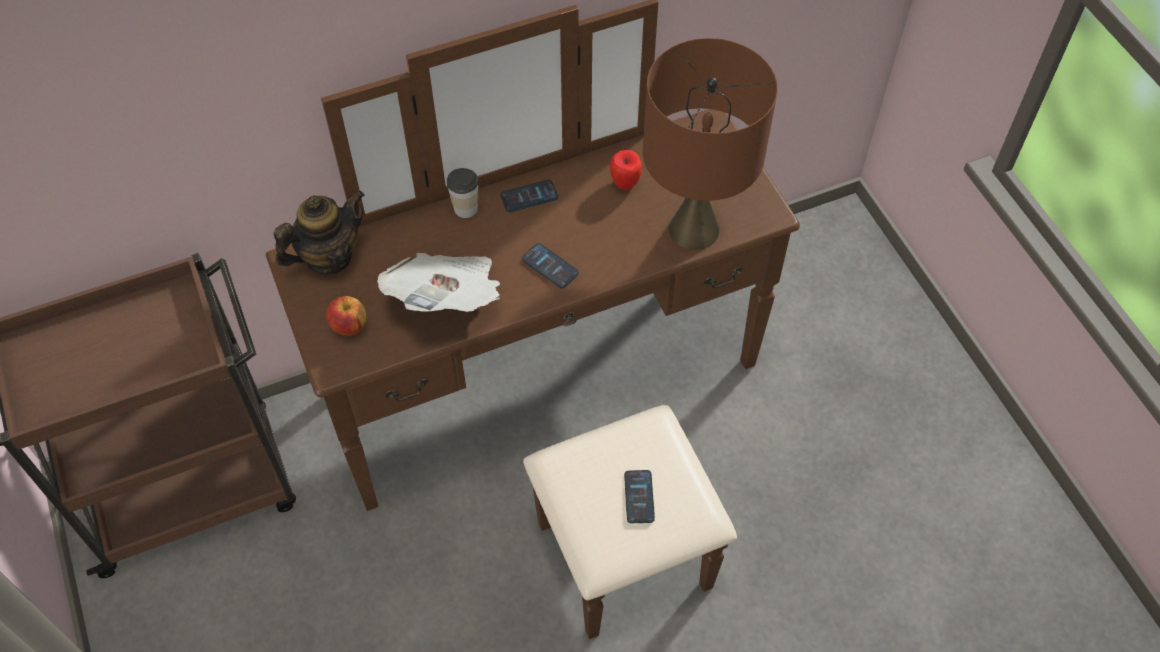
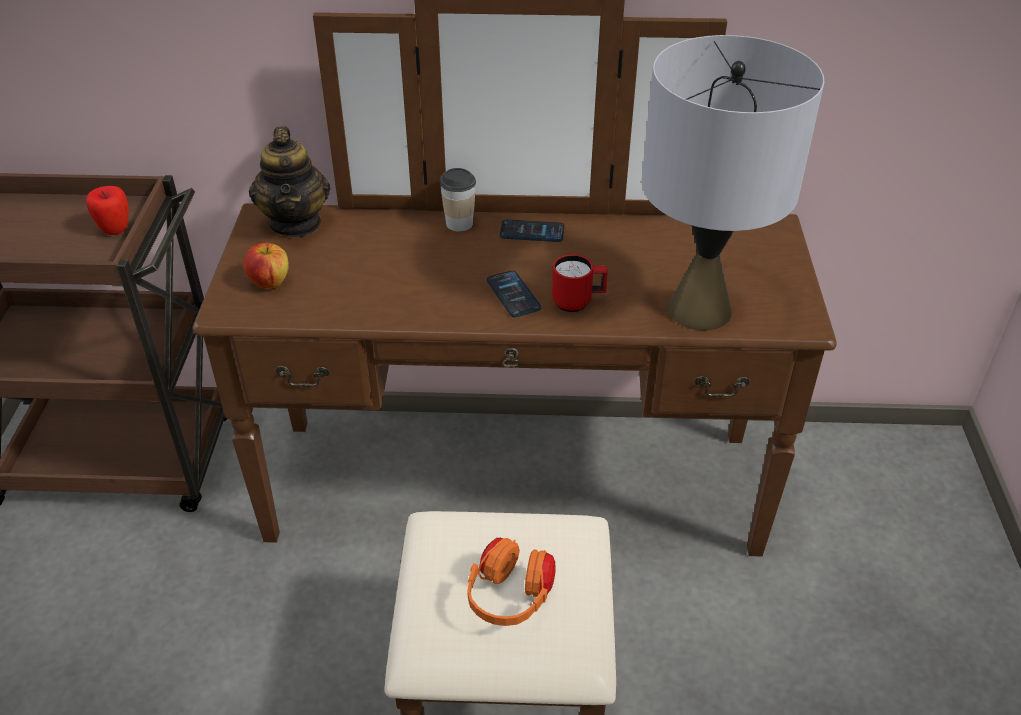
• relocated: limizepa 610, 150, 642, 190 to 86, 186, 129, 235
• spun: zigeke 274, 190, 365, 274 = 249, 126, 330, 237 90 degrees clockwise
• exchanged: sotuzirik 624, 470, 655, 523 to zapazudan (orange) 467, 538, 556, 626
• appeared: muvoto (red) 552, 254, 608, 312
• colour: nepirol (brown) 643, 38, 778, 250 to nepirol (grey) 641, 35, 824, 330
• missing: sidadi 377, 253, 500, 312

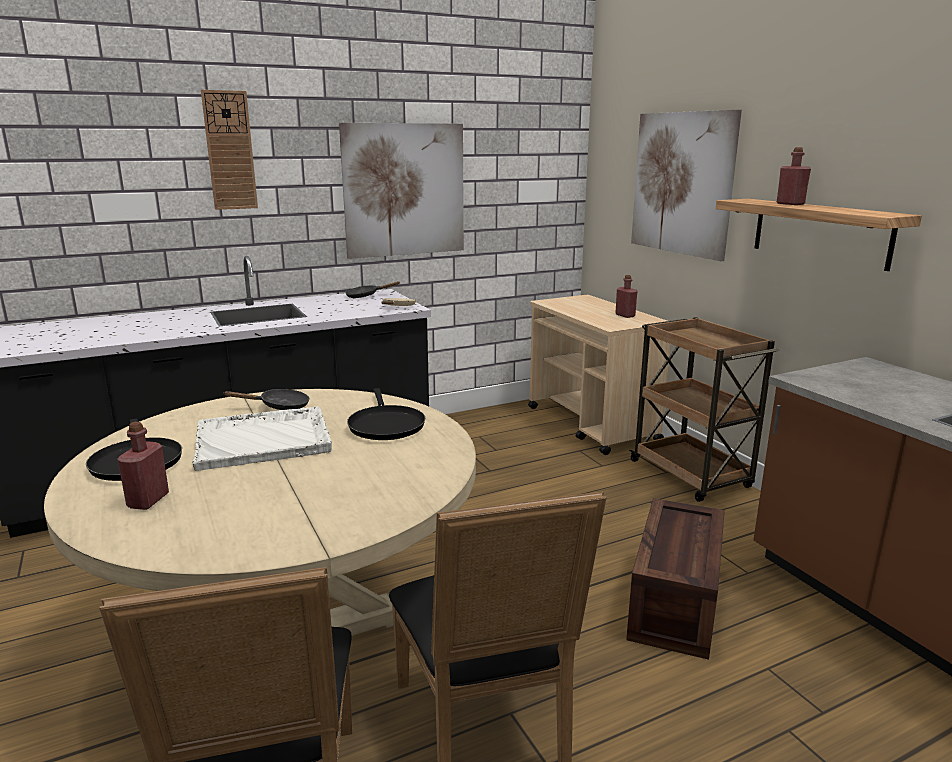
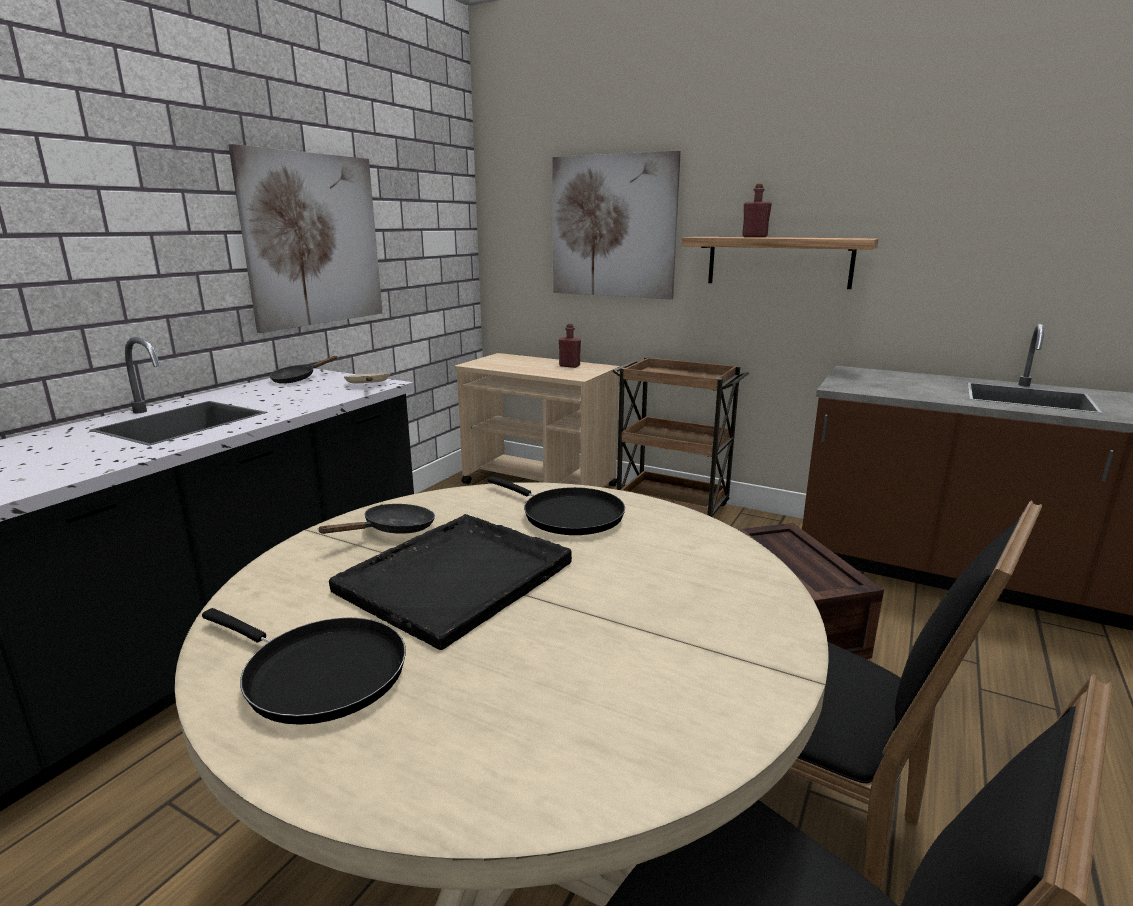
• colour: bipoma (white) 193, 406, 332, 471 to bipoma (black) 329, 514, 572, 650
• missing: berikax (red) 117, 422, 169, 510
• missing: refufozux 201, 90, 258, 210

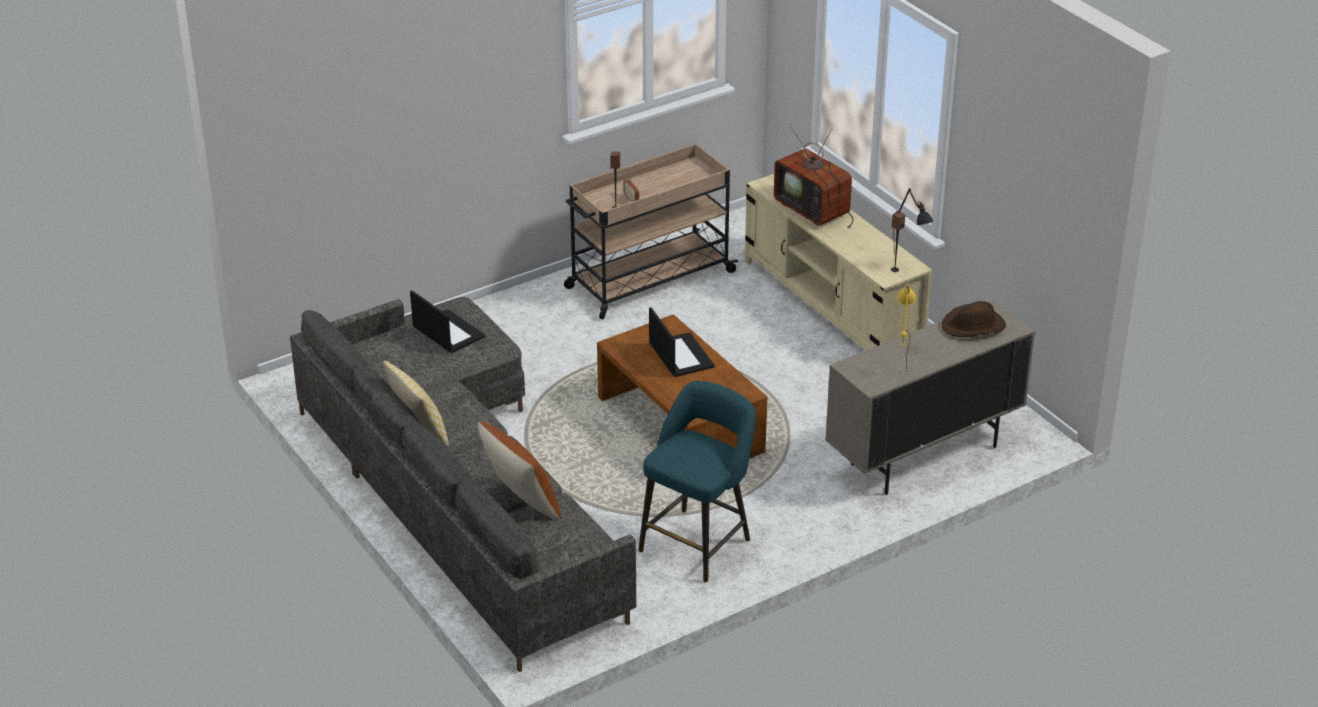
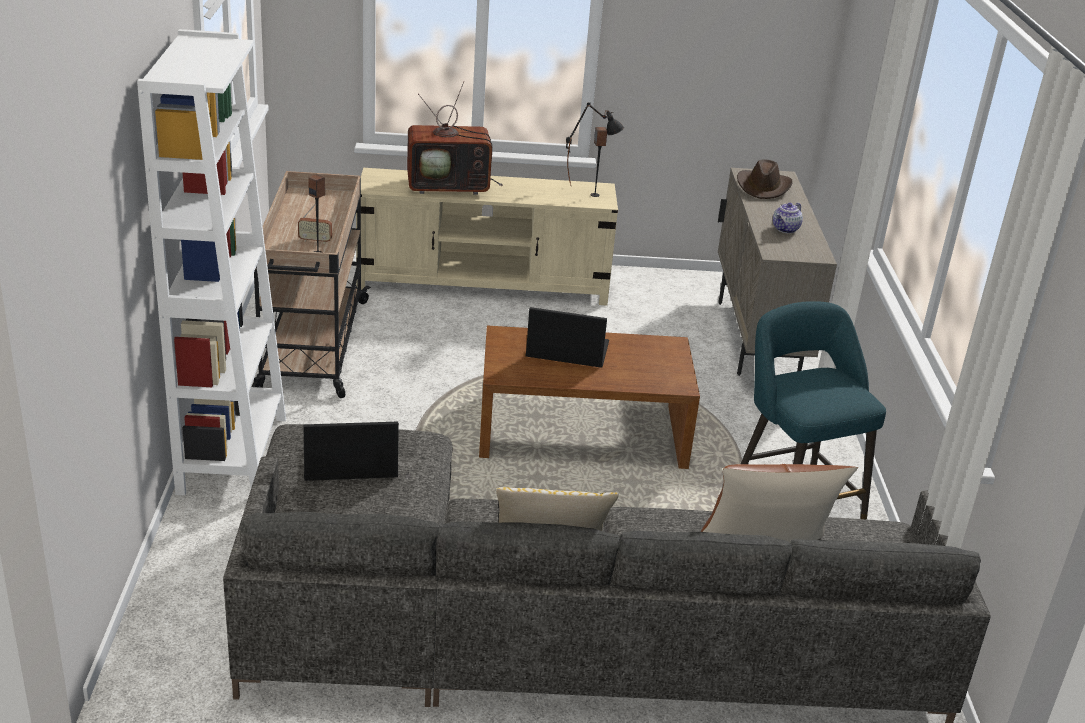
• appeared: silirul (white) 137, 29, 286, 495
• exchanged: nepirol (yellow) 897, 283, 916, 369 to zigeke 773, 203, 803, 233

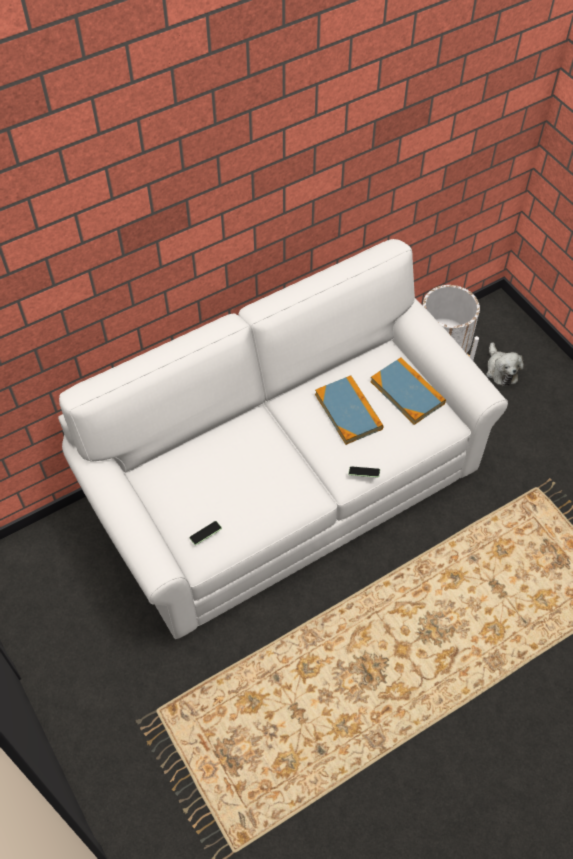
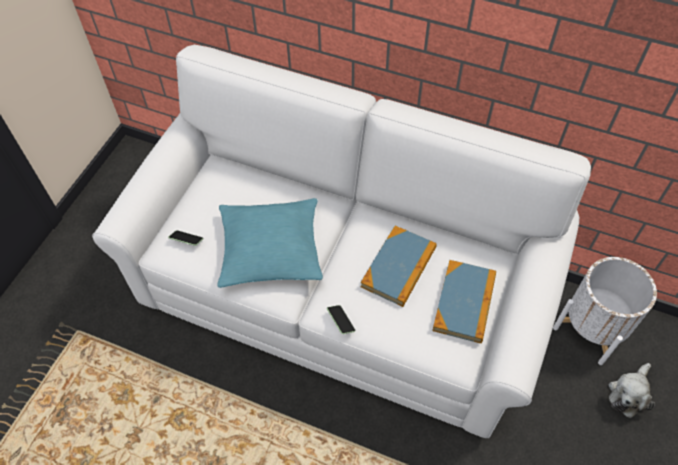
• appeared: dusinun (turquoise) 217, 198, 323, 288

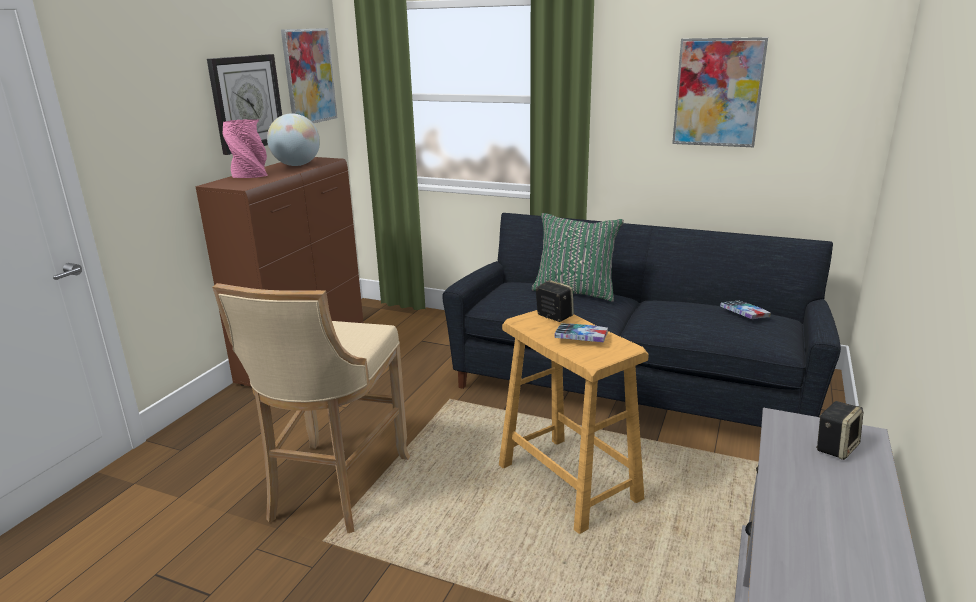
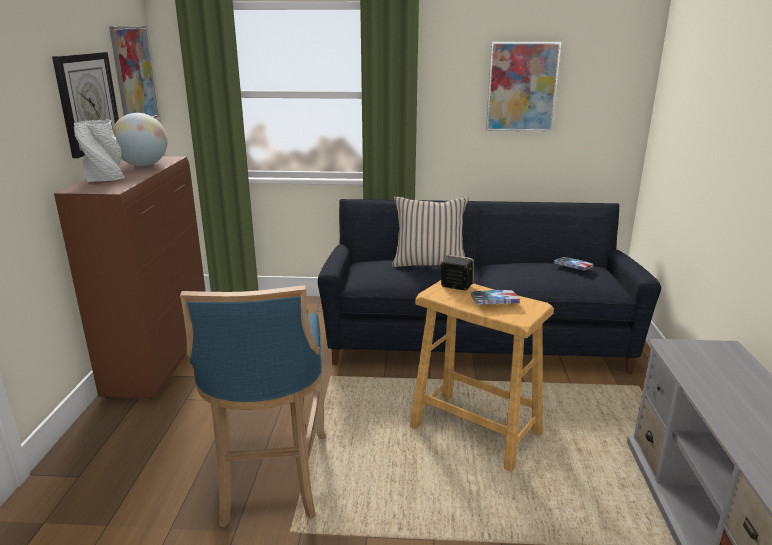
• colour: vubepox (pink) 222, 119, 268, 178 to vubepox (white) 74, 120, 125, 182
• colour: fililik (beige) 212, 283, 410, 533 to fililik (blue) 180, 285, 326, 528
• colour: dusinun (green) 532, 213, 624, 302 to dusinun (beige) 392, 197, 469, 267
• missing: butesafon 816, 401, 863, 460

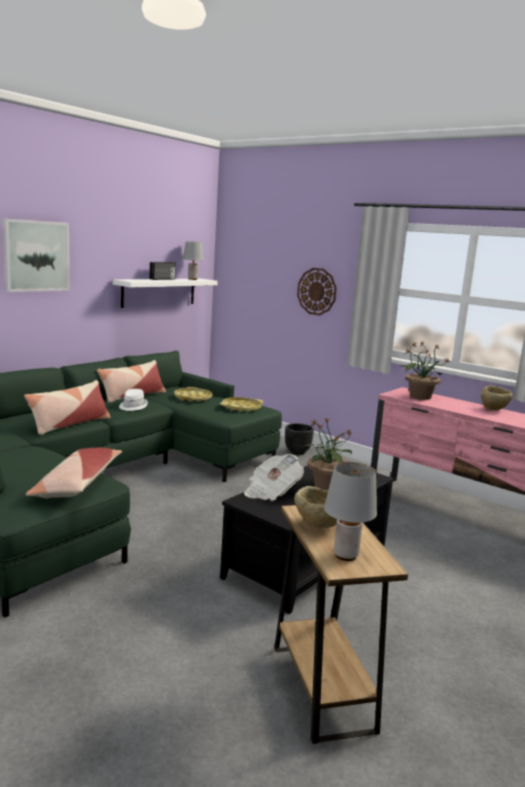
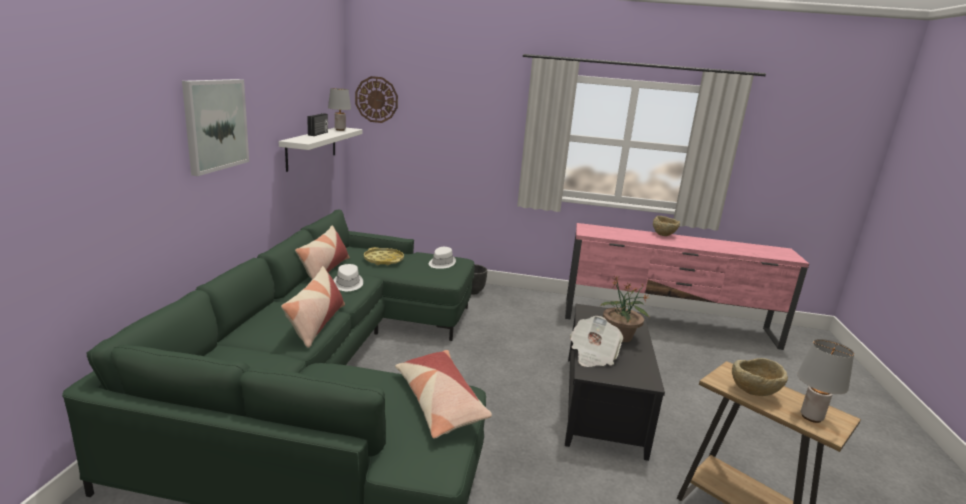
• relocated: refufozux 297, 268, 337, 316 to 355, 76, 398, 123
• exchanged: bipoma (yellow) 220, 397, 263, 412 to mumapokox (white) 429, 247, 456, 269
• missing: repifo 400, 341, 449, 400

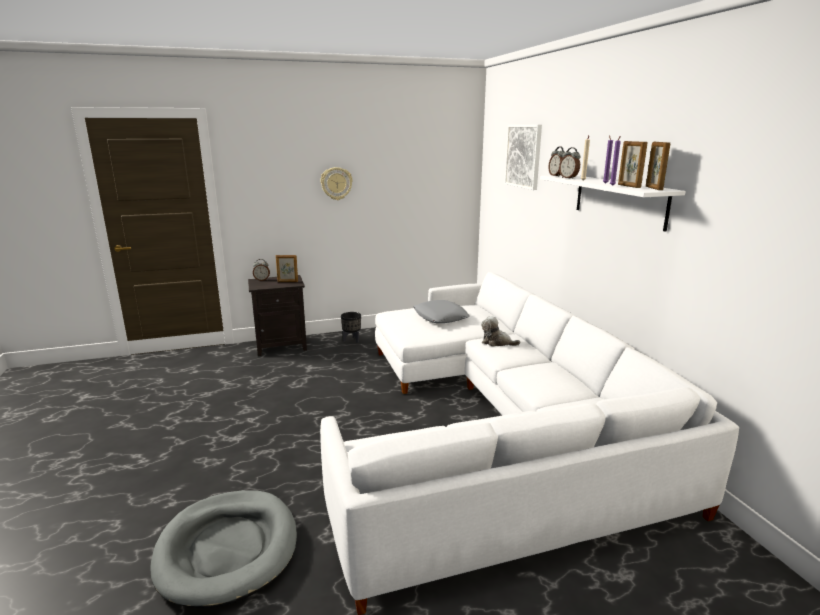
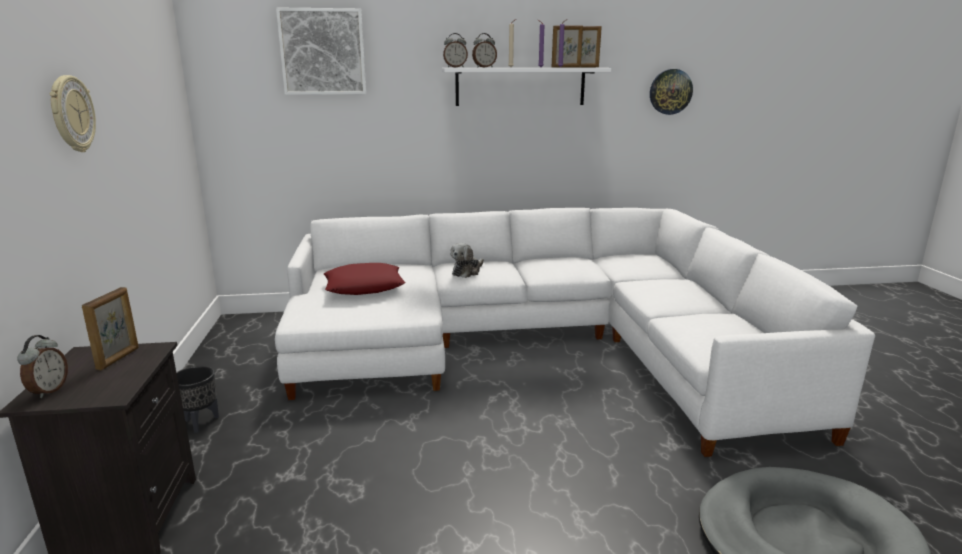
• colour: dusinun (grey) 414, 300, 470, 323 to dusinun (red) 324, 263, 405, 295
• appeared: refufozux 650, 69, 693, 115

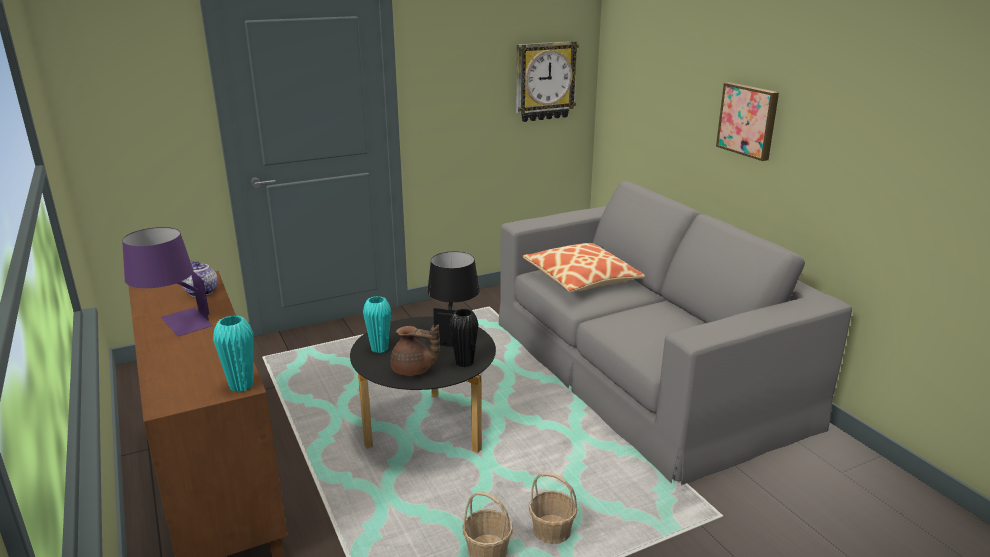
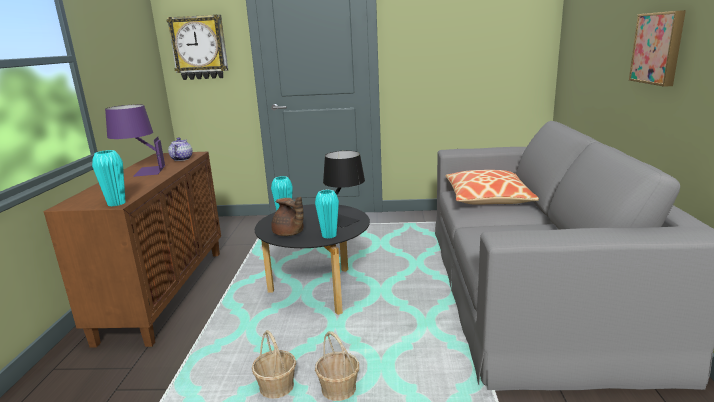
• relocated: refufozux 516, 41, 579, 122 to 166, 15, 228, 80
• colour: vubepox (black) 449, 309, 479, 367 to vubepox (turquoise) 315, 190, 339, 239

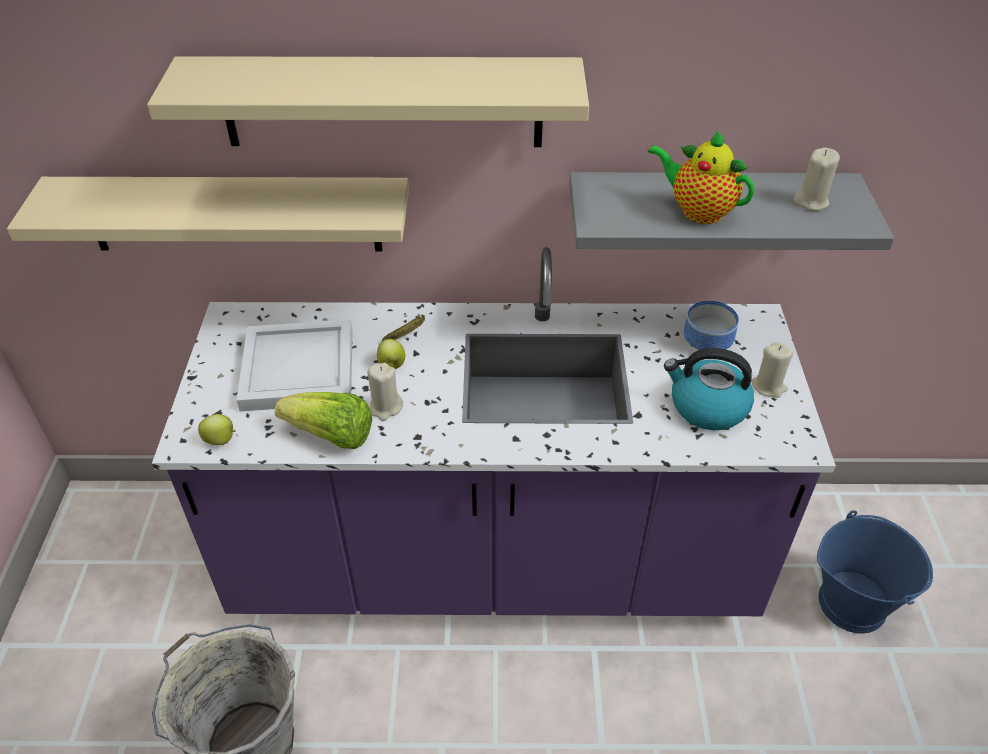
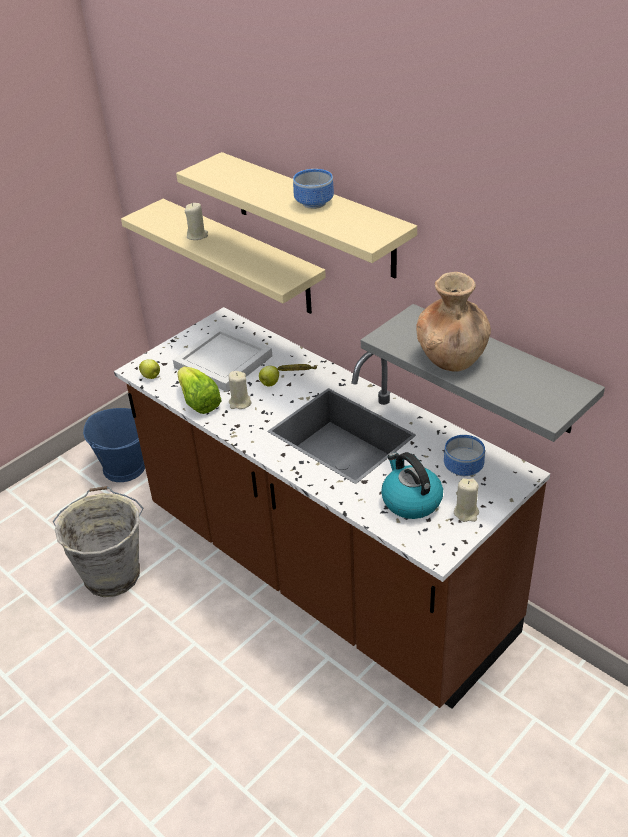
• relocated: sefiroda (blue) 817, 510, 933, 633 to 83, 408, 145, 482
• colour: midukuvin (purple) 152, 247, 836, 616 to midukuvin (brown) 114, 307, 550, 709
• relocated: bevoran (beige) 794, 148, 840, 211 to 185, 203, 208, 240
• appeared: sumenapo 293, 169, 334, 209
• exchanged: zigeke 648, 130, 754, 224 to vubepox (brown) 416, 272, 491, 372

